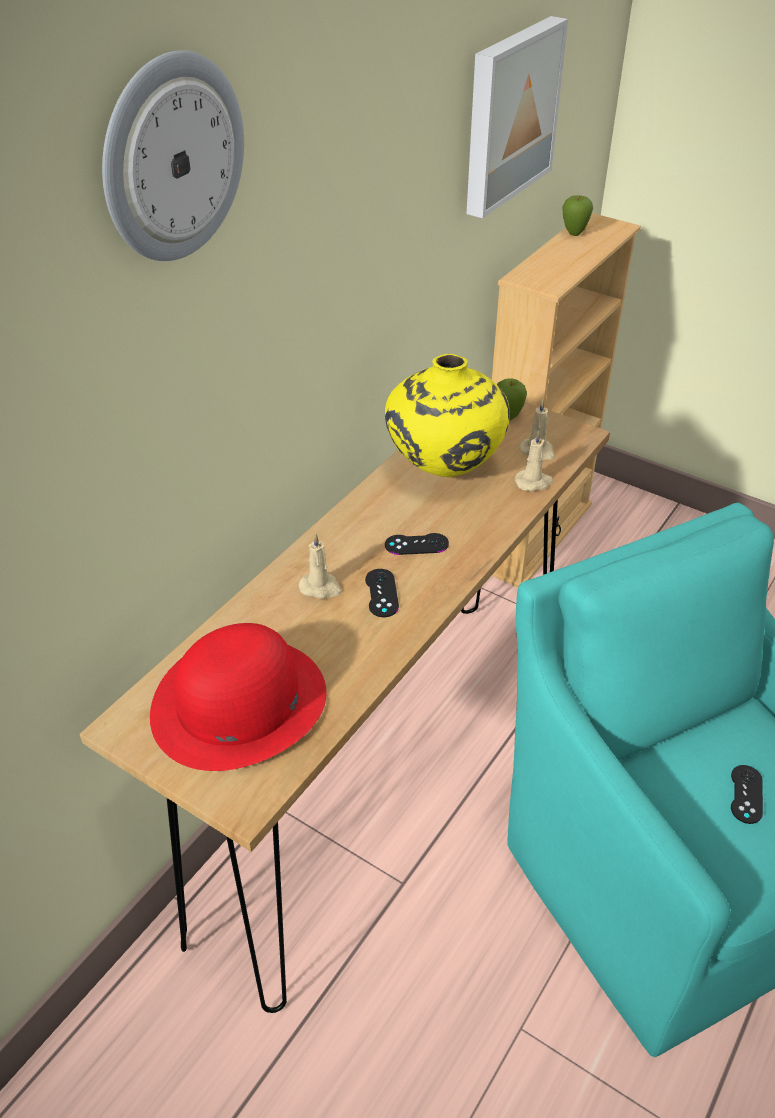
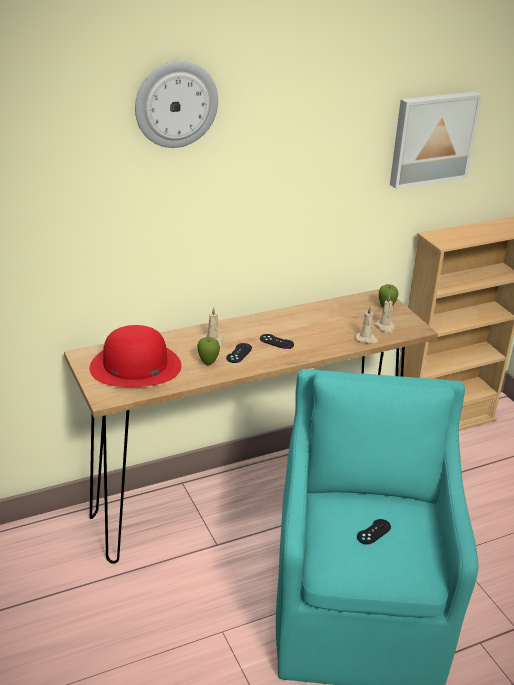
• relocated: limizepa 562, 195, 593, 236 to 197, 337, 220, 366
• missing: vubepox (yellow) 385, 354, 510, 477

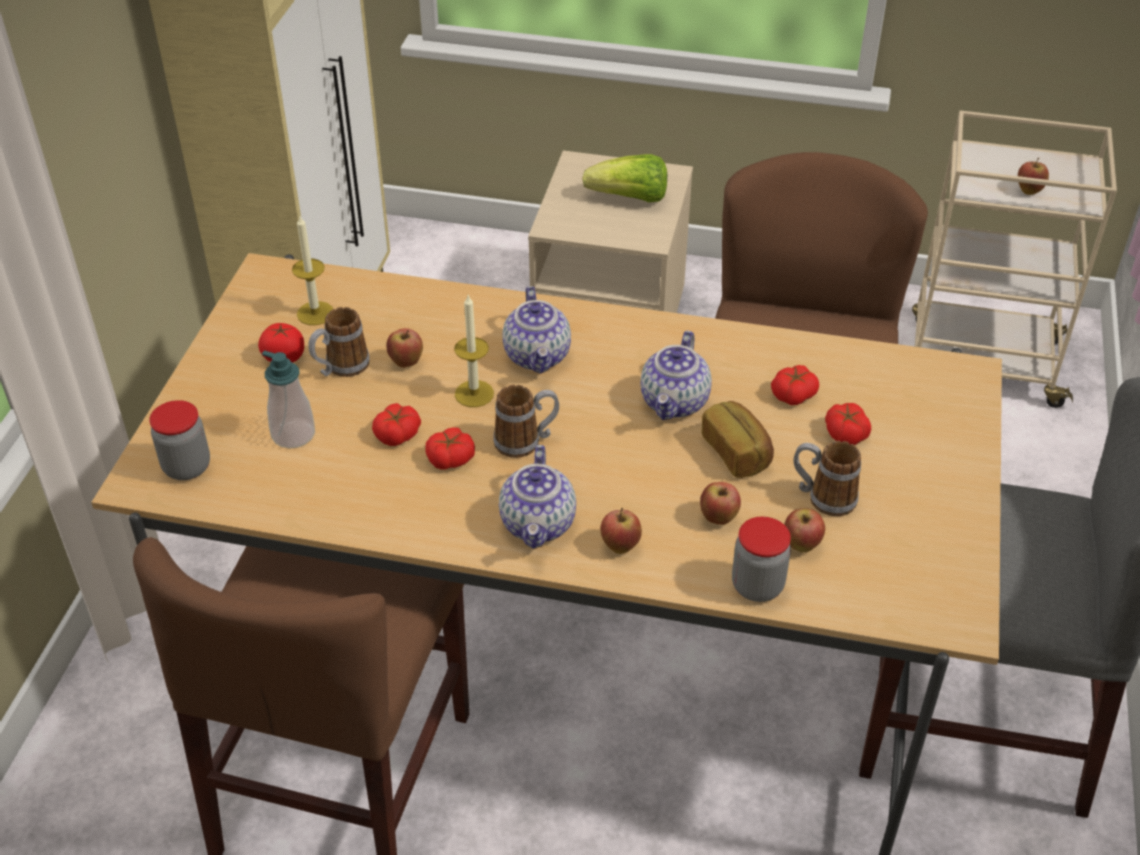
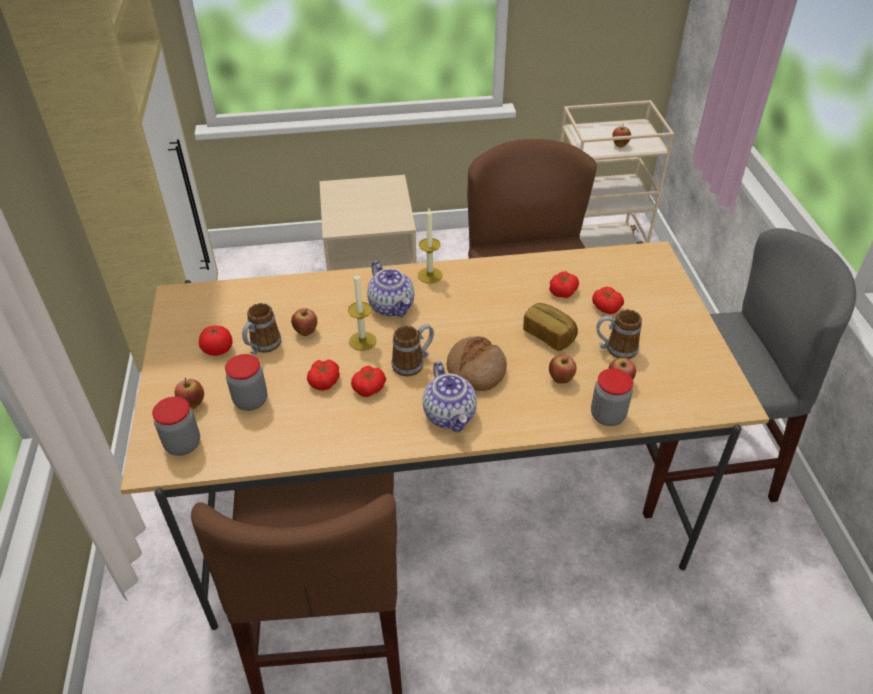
• relocated: limizepa 600, 508, 642, 554 to 175, 378, 204, 409
• exchanged: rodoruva 262, 351, 315, 448 to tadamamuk 225, 354, 267, 411
• relocated: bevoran 292, 216, 333, 325 to 418, 208, 442, 284
• appeared: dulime 447, 336, 507, 391
• missing: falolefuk 582, 154, 667, 202
• missing: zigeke 640, 331, 712, 420

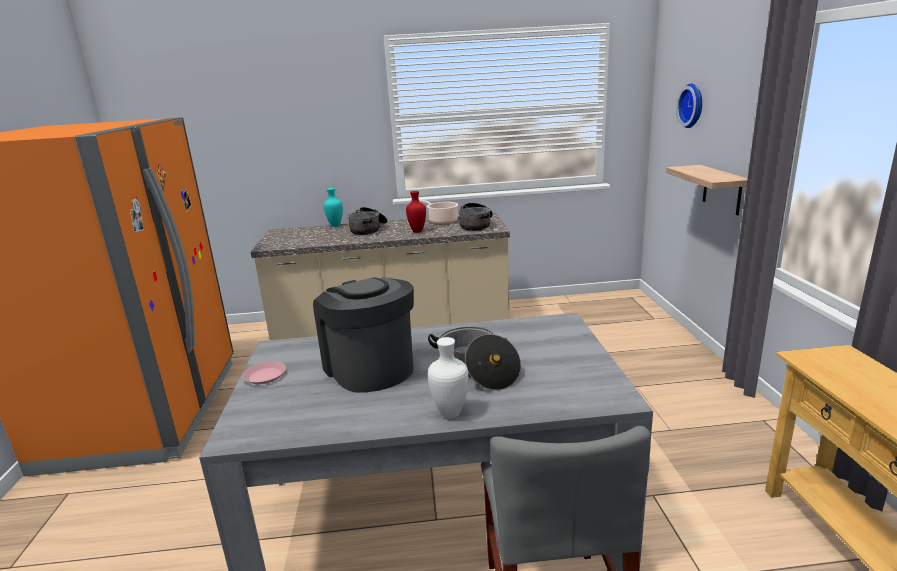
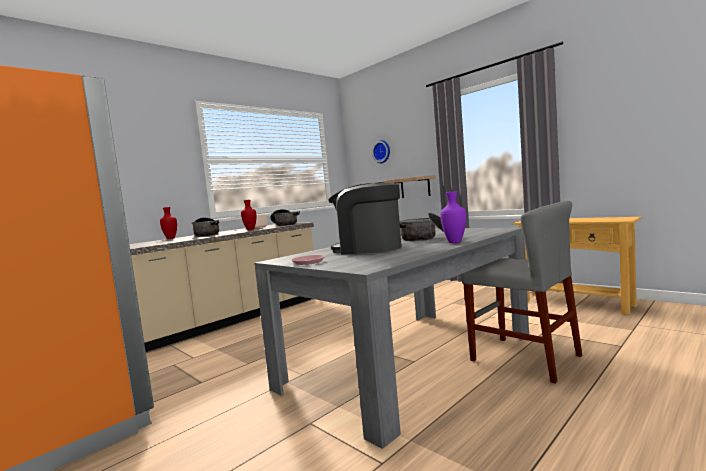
• colour: vubepox (turquoise) 323, 188, 343, 227 to vubepox (red) 160, 207, 177, 239
• colour: vubepox (white) 428, 337, 469, 418 to vubepox (purple) 440, 191, 466, 243

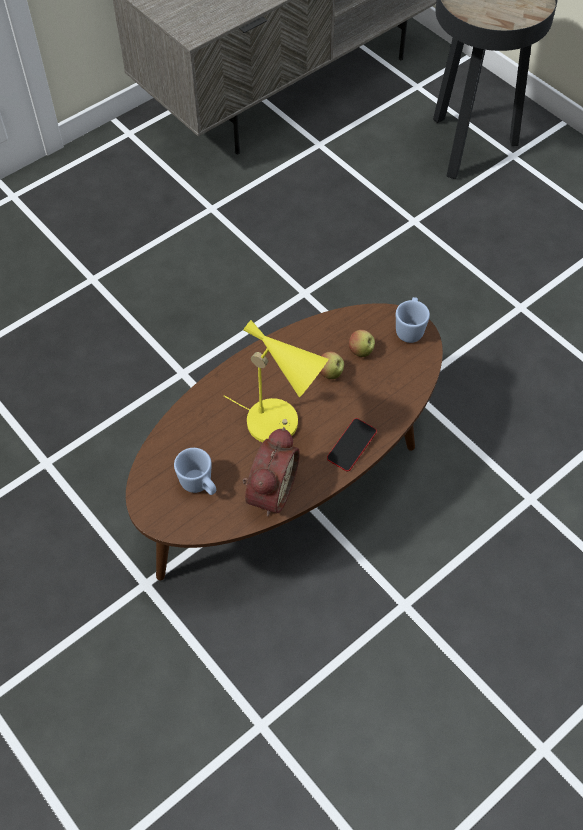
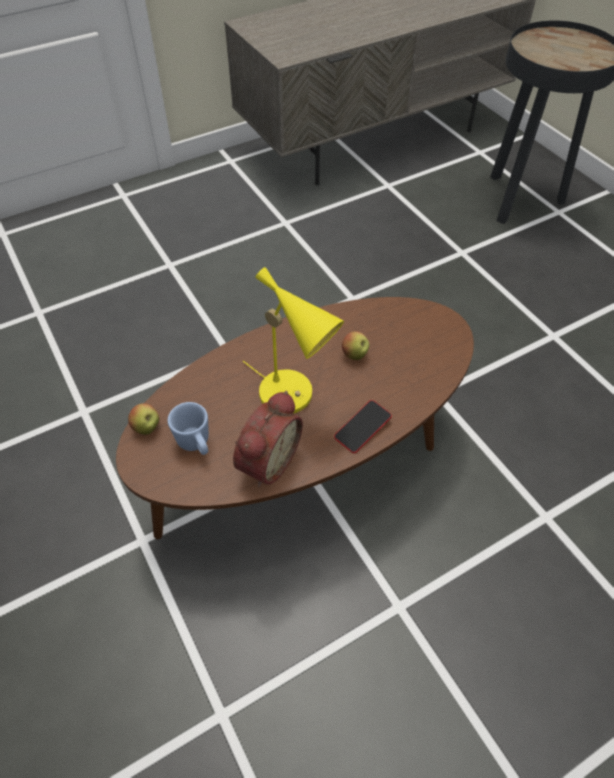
• relocated: limizepa 349, 330, 375, 357 to 128, 403, 160, 435
• missing: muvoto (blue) 396, 297, 430, 343

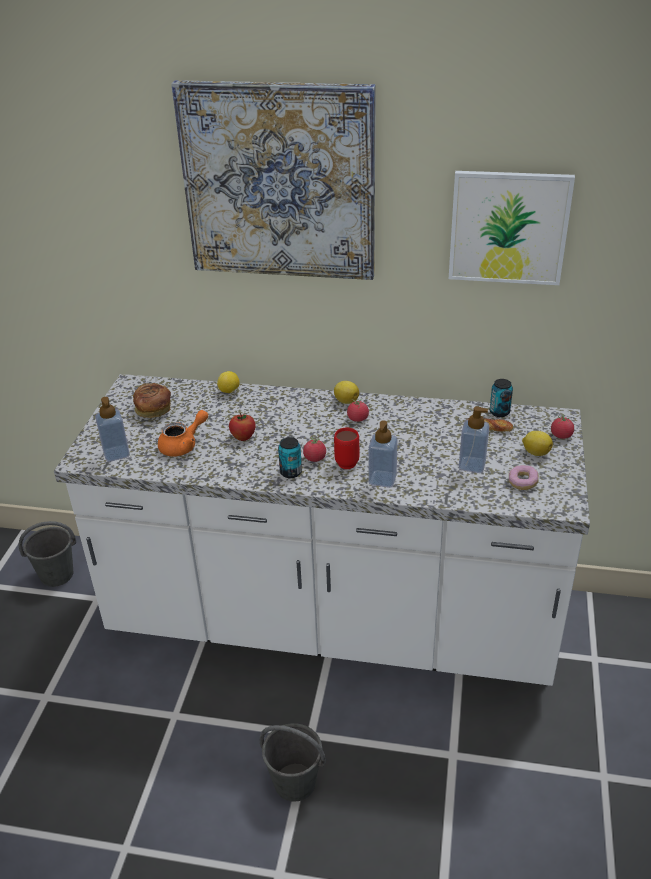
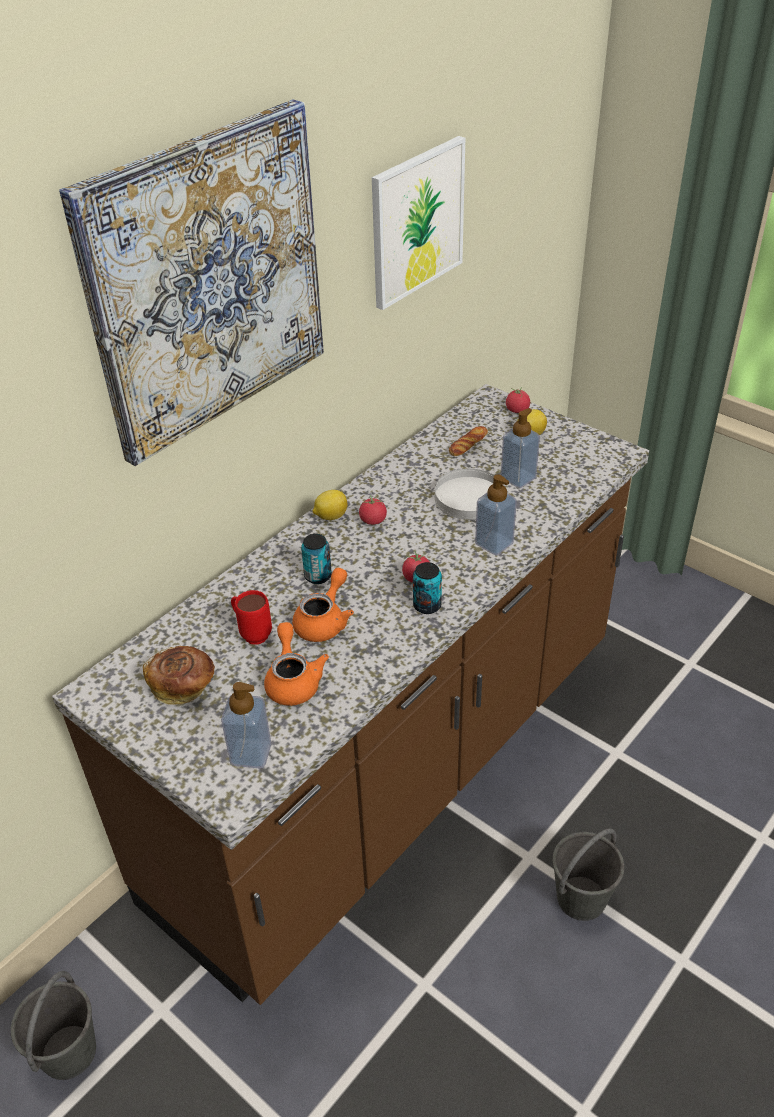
• colour: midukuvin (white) 54, 374, 590, 686 to midukuvin (brown) 52, 384, 649, 1005
• relocated: muvoto (red) 334, 428, 359, 469 to 231, 590, 272, 645
• exchanged: limizepa 229, 413, 256, 441 to zigeke (orange) 292, 568, 354, 642
• relocated: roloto 490, 379, 513, 417 to 301, 534, 332, 584
• appeared: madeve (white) 435, 469, 503, 520
• missing: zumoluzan 217, 371, 239, 393
• missing: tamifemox 509, 465, 539, 490

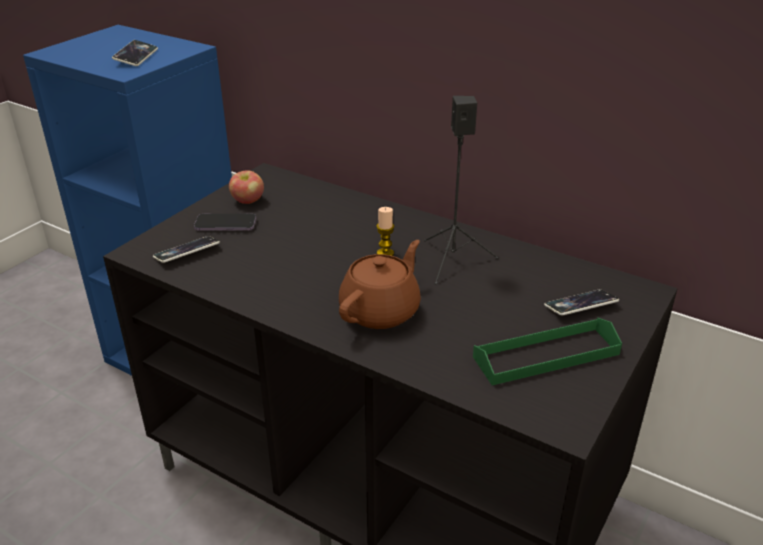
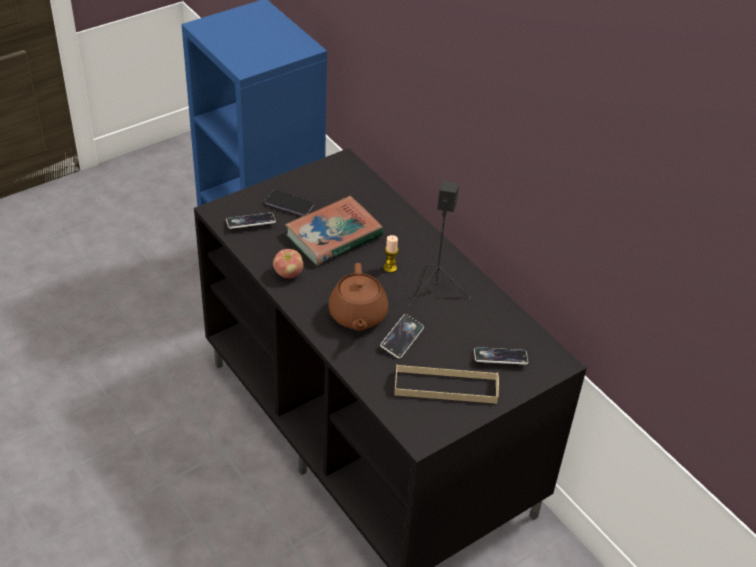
• relocated: limizepa 229, 170, 264, 204 to 273, 249, 304, 278
• appeared: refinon 285, 196, 383, 266
• spun: zigeke (brown) 339, 240, 421, 329 = 328, 263, 388, 331 120 degrees clockwise
• relocated: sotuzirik 112, 40, 158, 66 to 380, 314, 424, 359
• colour: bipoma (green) 473, 318, 622, 385 to bipoma (beige) 394, 364, 499, 404

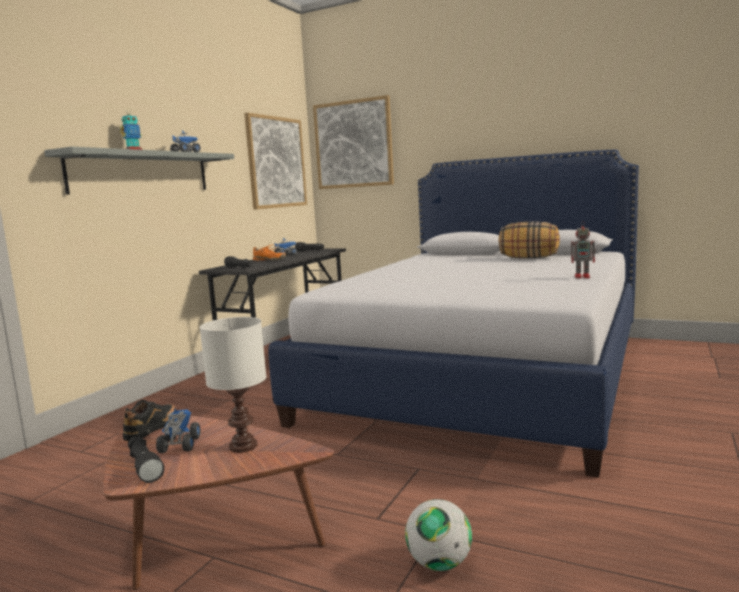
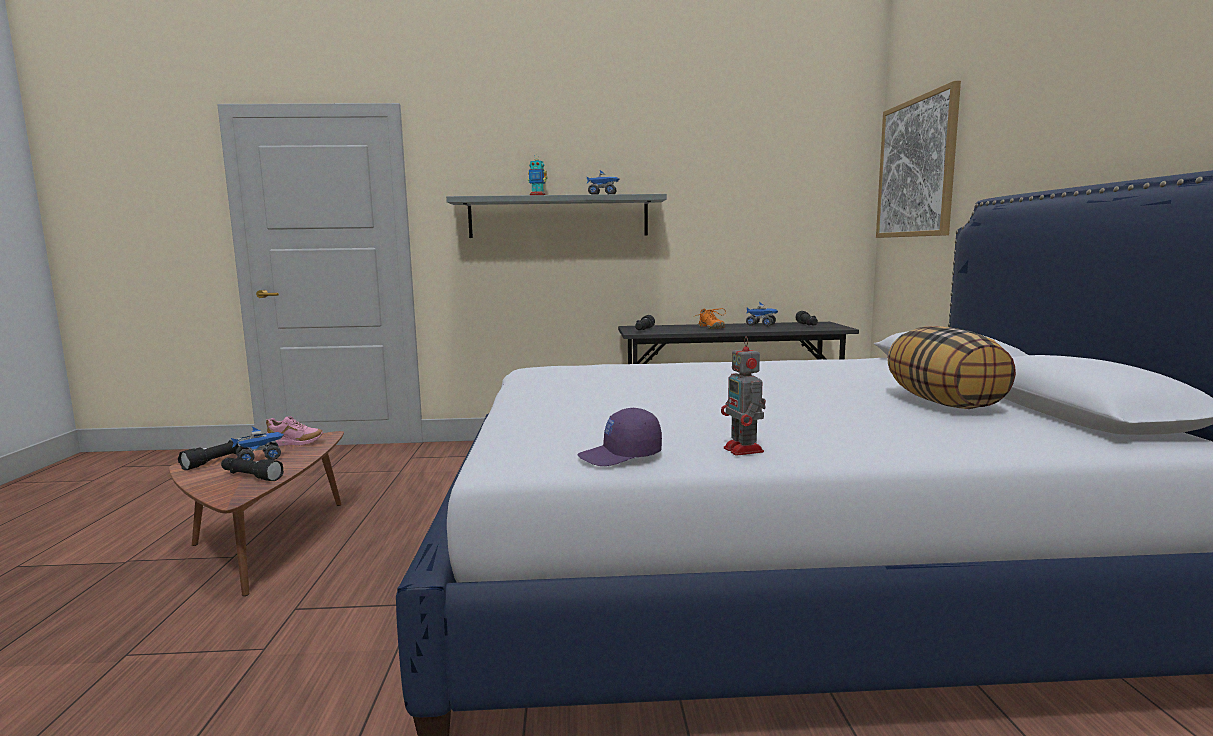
• exchanged: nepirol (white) 200, 317, 266, 453 to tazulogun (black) 221, 457, 284, 481
• colour: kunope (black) 123, 400, 175, 441 to kunope (pink) 266, 416, 323, 446
• appeared: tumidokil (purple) 577, 408, 662, 466
• missing: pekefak 244, 113, 307, 209
• missing: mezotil 405, 499, 472, 571

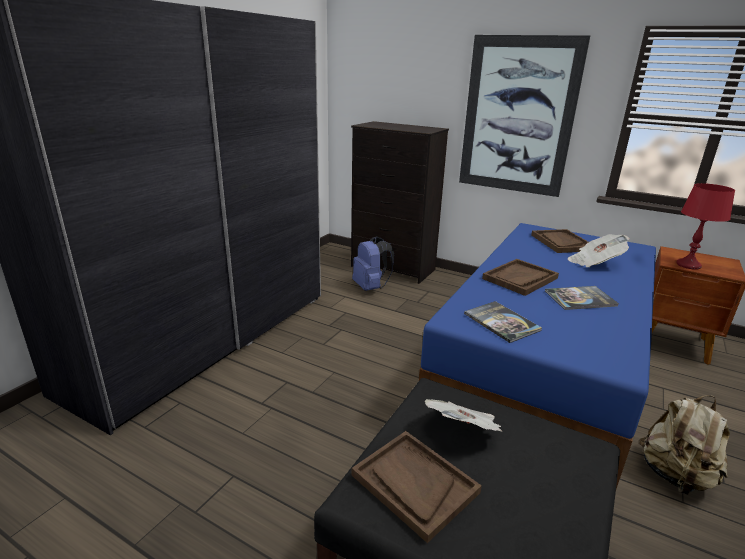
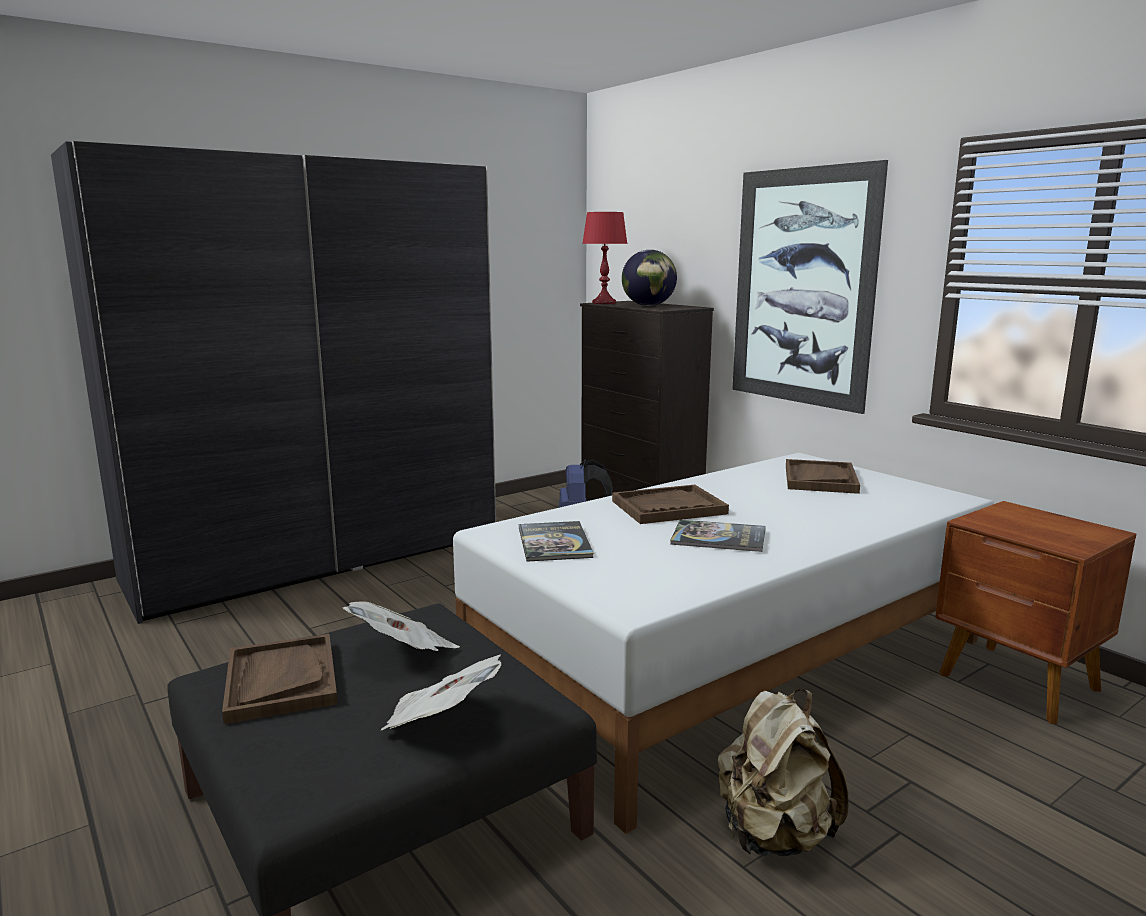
• relocated: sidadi 568, 234, 630, 267 to 380, 655, 502, 731
• colour: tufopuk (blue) 418, 223, 656, 489 to tufopuk (white) 453, 453, 995, 834
• relocated: nepirol (red) 676, 183, 735, 270 to 582, 212, 628, 304
• appeared: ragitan 622, 250, 677, 306

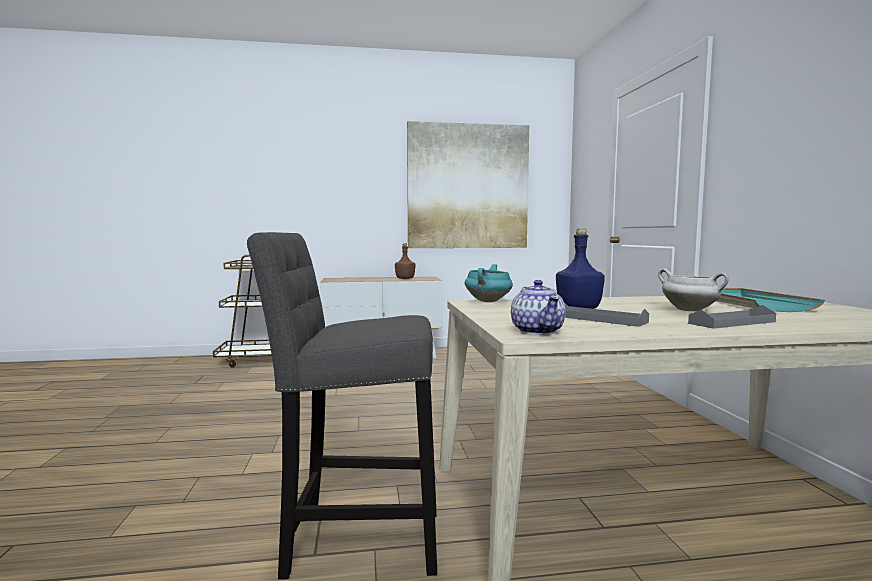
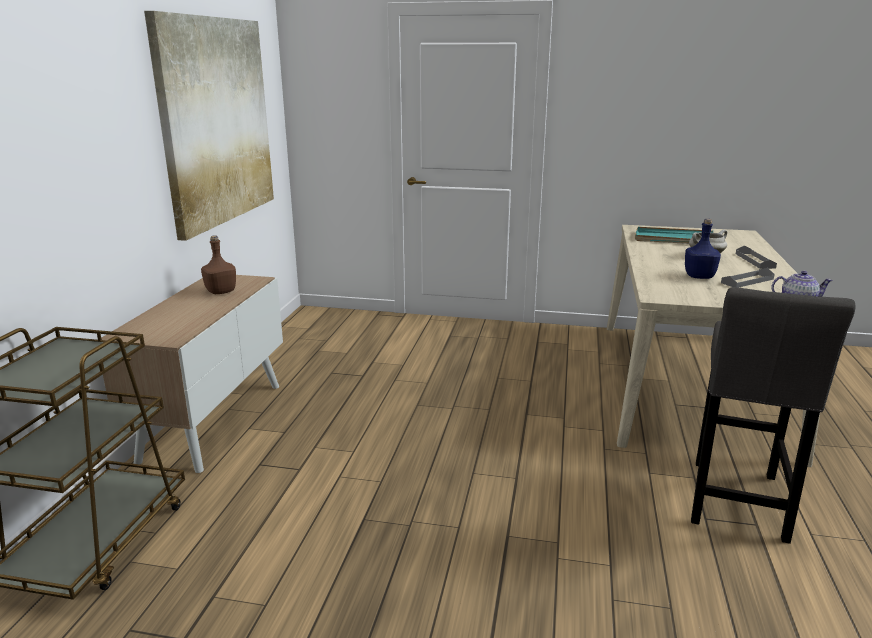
• missing: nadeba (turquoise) 465, 264, 513, 302

